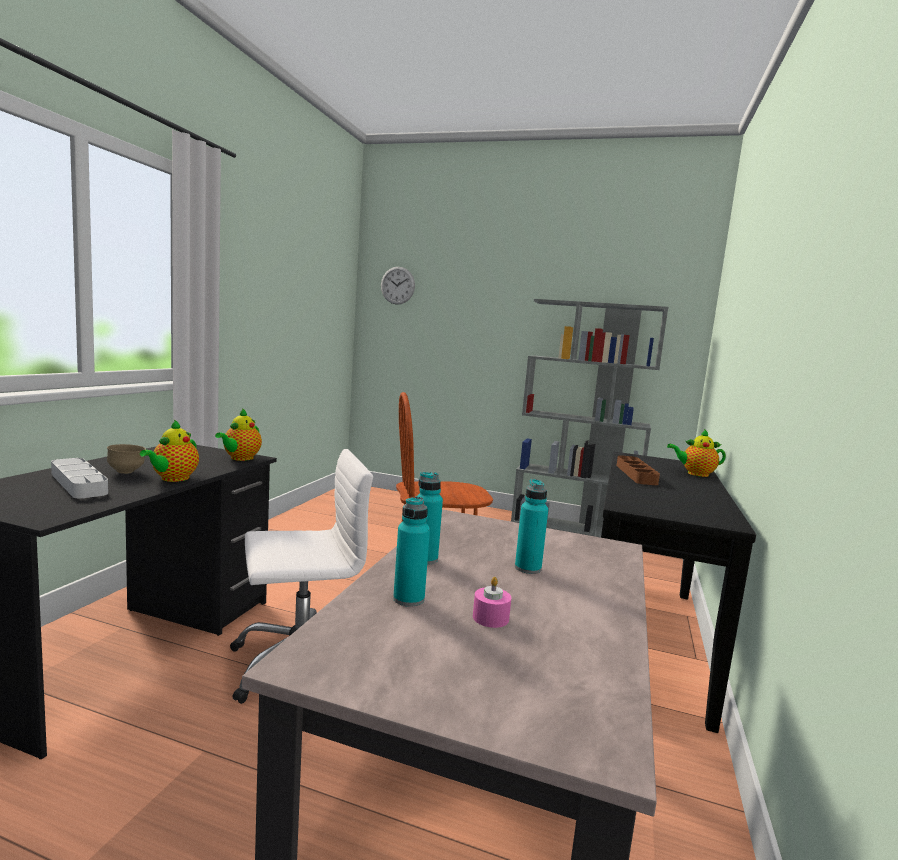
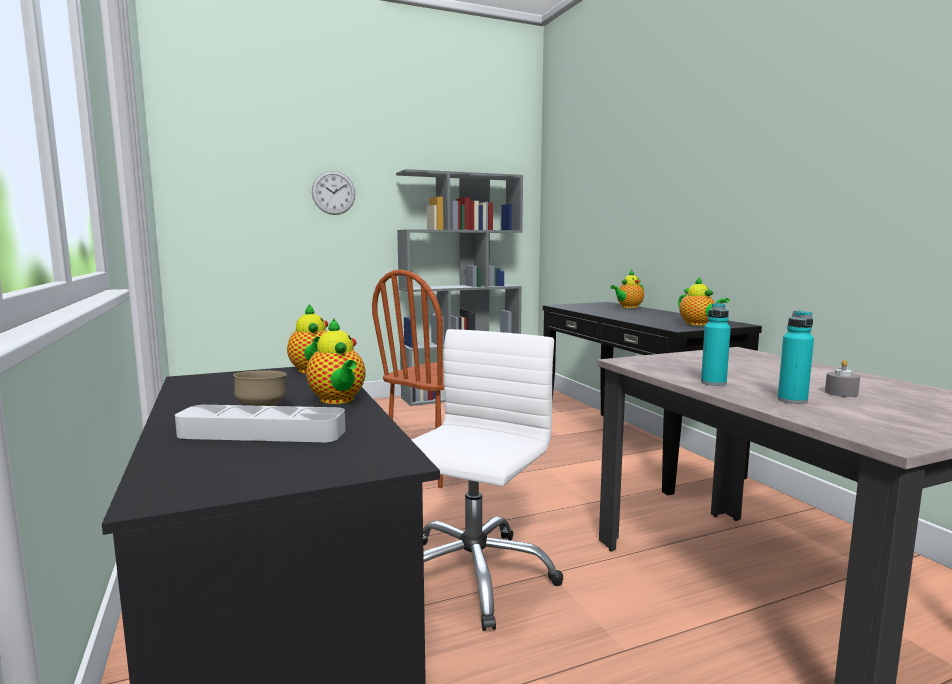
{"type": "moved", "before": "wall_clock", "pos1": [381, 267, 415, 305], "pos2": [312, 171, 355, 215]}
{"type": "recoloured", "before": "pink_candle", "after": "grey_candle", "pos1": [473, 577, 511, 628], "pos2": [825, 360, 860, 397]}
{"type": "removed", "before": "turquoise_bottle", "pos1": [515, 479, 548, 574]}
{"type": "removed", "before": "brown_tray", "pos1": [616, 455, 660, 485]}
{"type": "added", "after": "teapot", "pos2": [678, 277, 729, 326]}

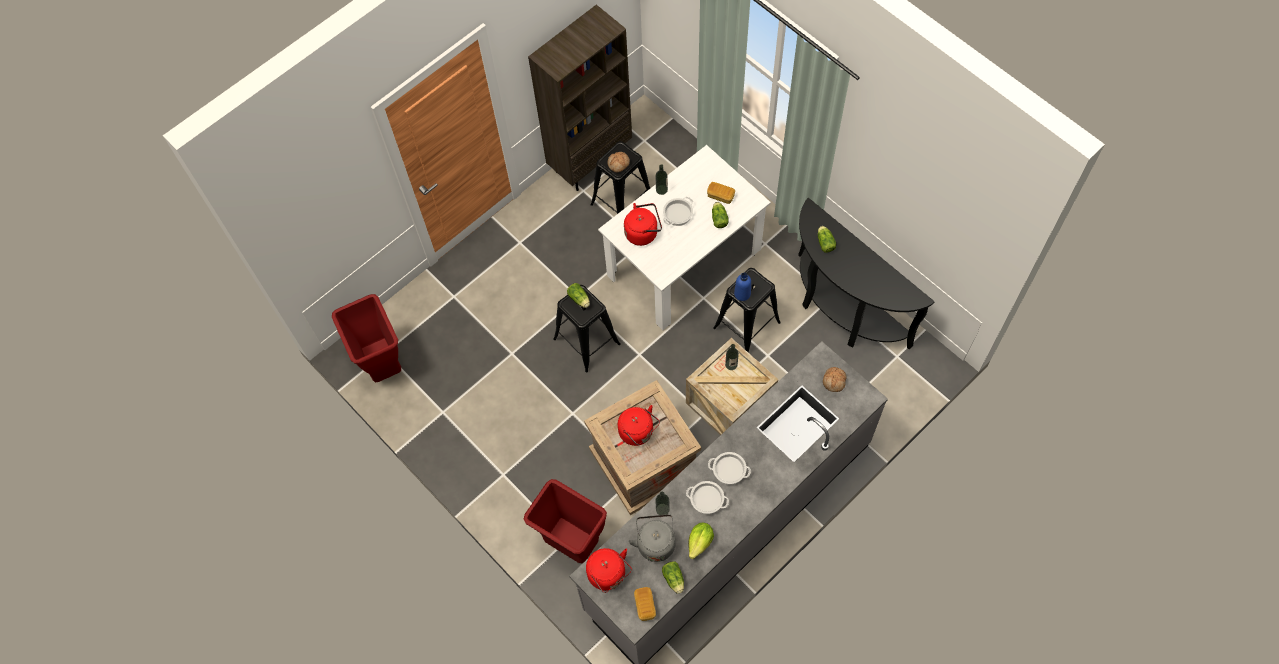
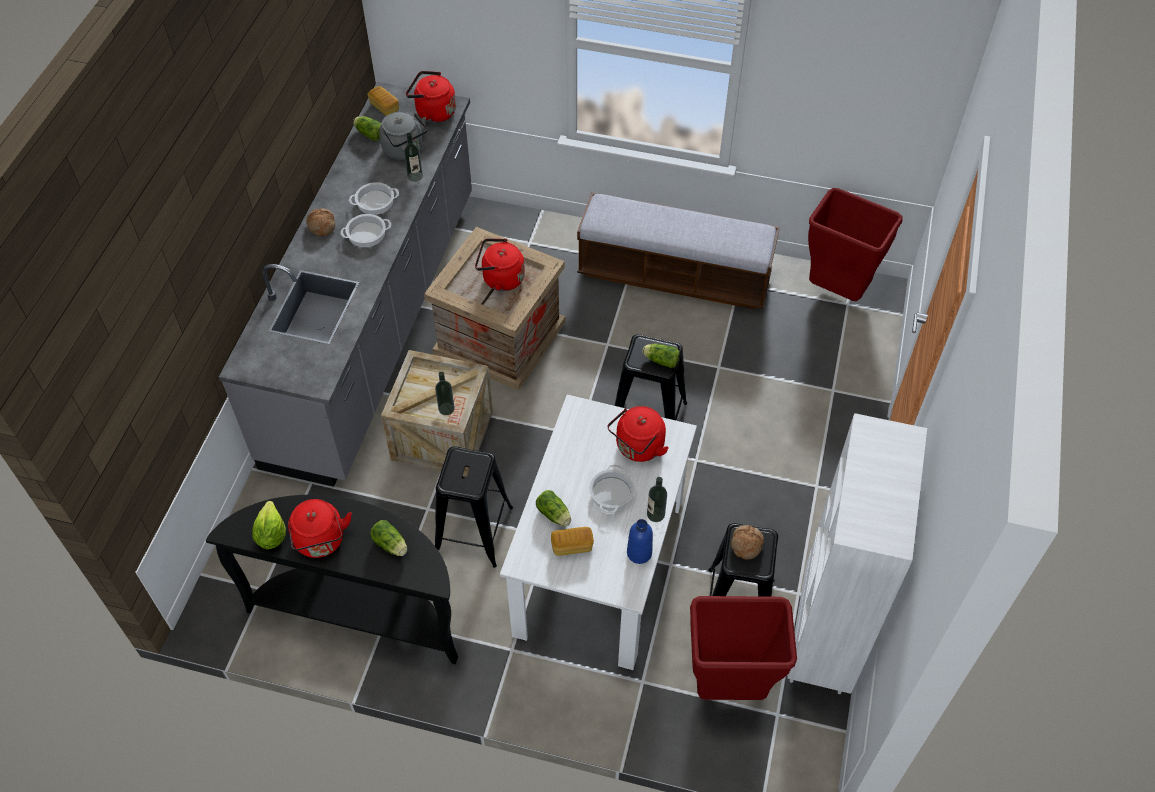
{"type": "moved", "before": "red_trash_can", "pos1": [524, 479, 607, 563], "pos2": [690, 596, 797, 700]}
{"type": "recoloured", "before": "brown_bookcase", "after": "white_bookcase", "pos1": [528, 5, 632, 191], "pos2": [787, 413, 927, 694]}
{"type": "moved", "before": "lettuce", "pos1": [688, 523, 714, 559], "pos2": [252, 501, 286, 549]}
{"type": "moved", "before": "blue_bottle", "pos1": [734, 273, 751, 301], "pos2": [627, 519, 653, 564]}
{"type": "moved", "before": "bread", "pos1": [823, 367, 847, 392], "pos2": [306, 208, 335, 236]}
{"type": "added", "after": "red_kettle", "pos2": [288, 499, 352, 558]}
{"type": "added", "after": "bench", "pos2": [577, 192, 780, 309]}

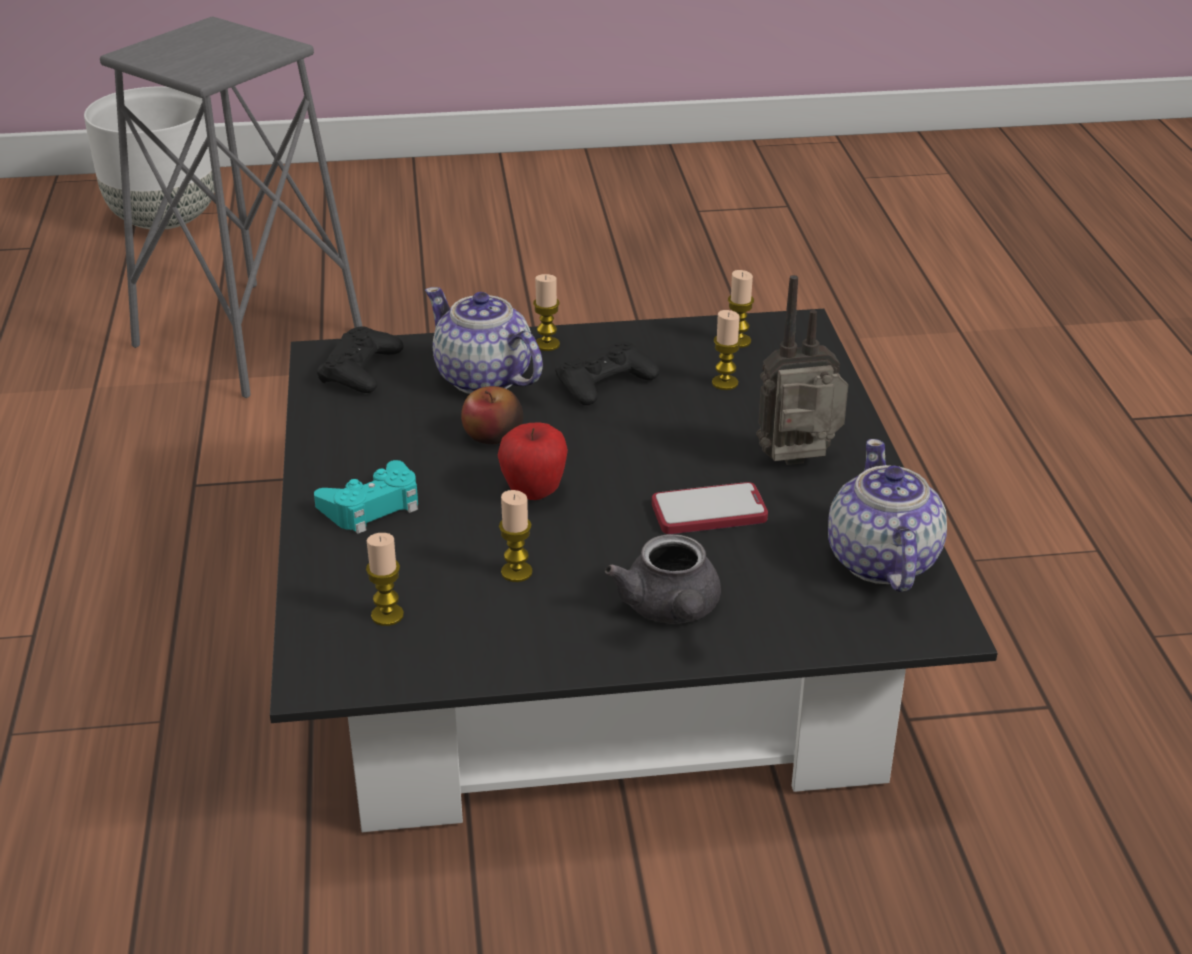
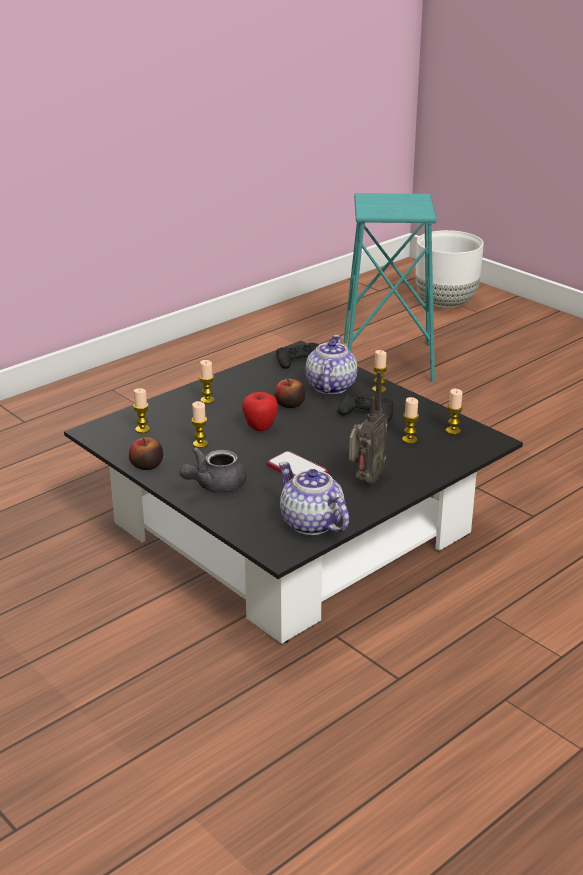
{"type": "recoloured", "before": "grey_stool", "after": "turquoise_stool", "pos1": [100, 16, 362, 398], "pos2": [344, 193, 437, 382]}
{"type": "replaced", "before": "turquoise_game_controller", "after": "candle", "pos1": [314, 460, 418, 534], "pos2": [199, 360, 215, 404]}
{"type": "turned", "before": "radio", "pos1": [756, 275, 848, 465], "pos2": [349, 371, 388, 484], "turn": 75}
{"type": "turned", "before": "teapot", "pos1": [828, 439, 947, 592], "pos2": [279, 462, 349, 535], "turn": -90}
{"type": "added", "after": "apple", "pos2": [129, 437, 163, 470]}

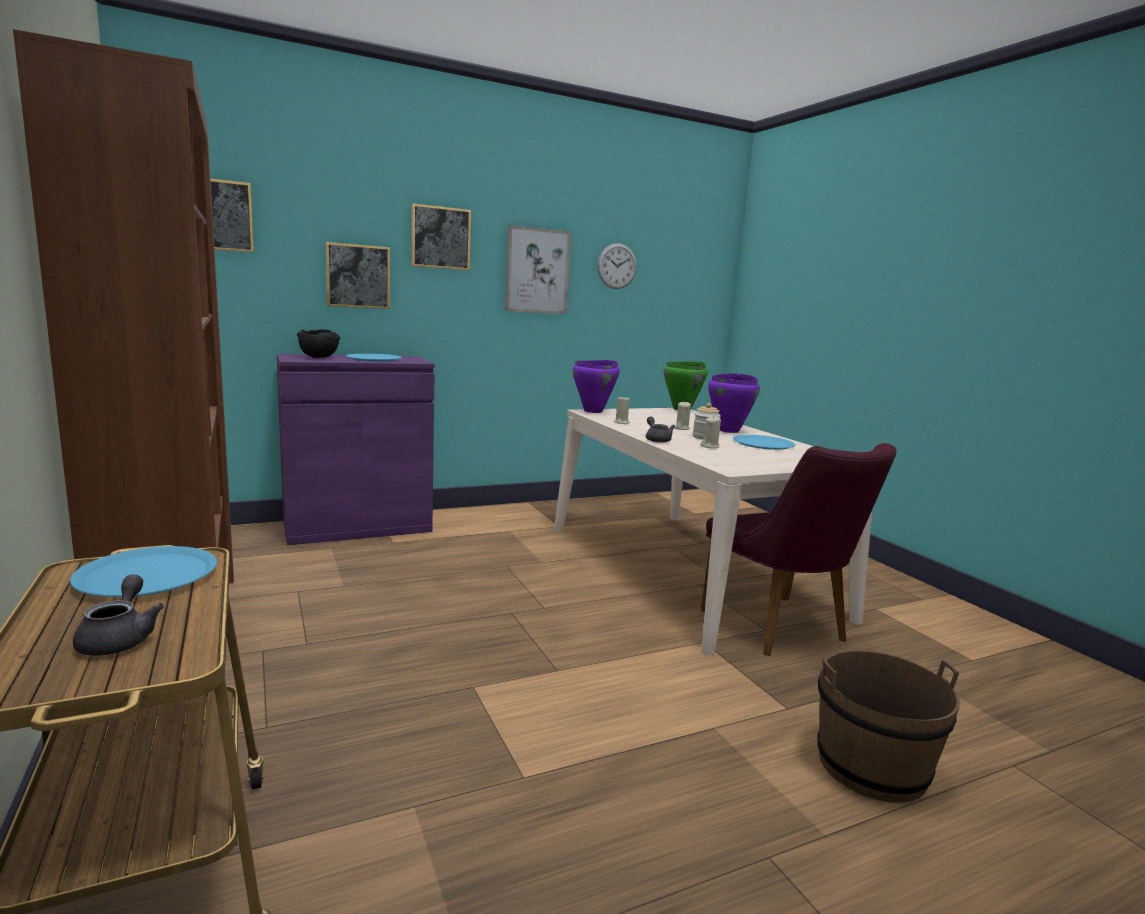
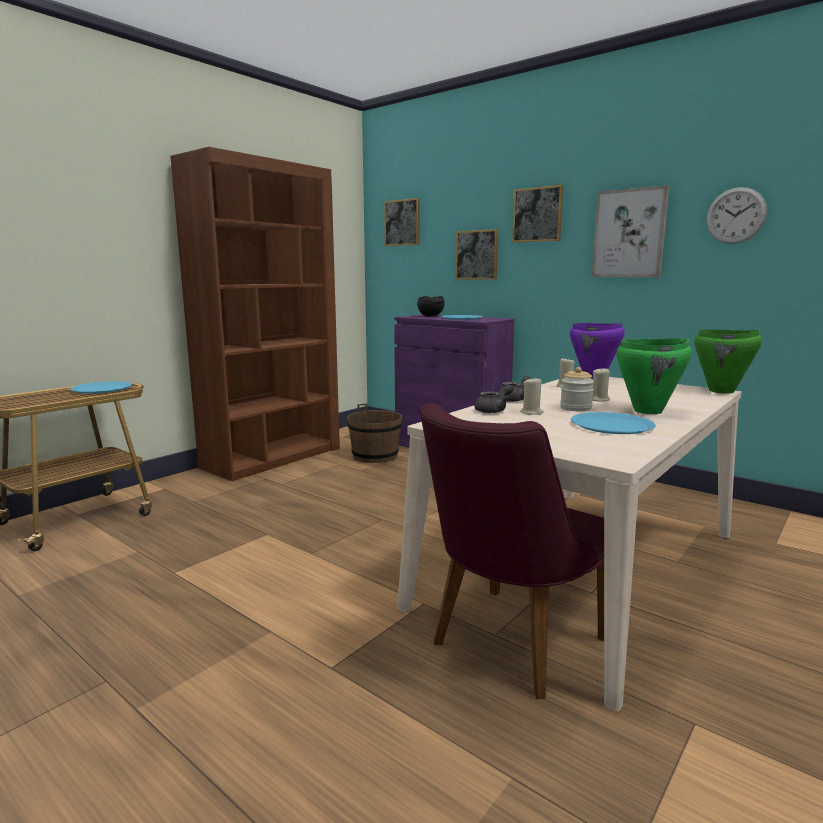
{"type": "moved", "before": "grey_teapot", "pos1": [73, 574, 164, 656], "pos2": [475, 384, 514, 413]}
{"type": "recoloured", "before": "purple_cooking_pot", "after": "green_cooking_pot", "pos1": [708, 373, 760, 433], "pos2": [616, 338, 691, 414]}
{"type": "moved", "before": "brown_bucket", "pos1": [817, 649, 960, 803], "pos2": [347, 403, 402, 463]}

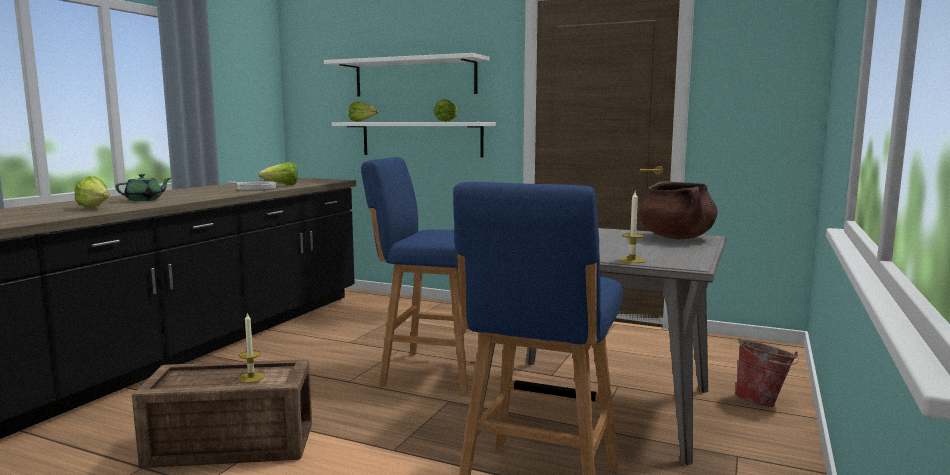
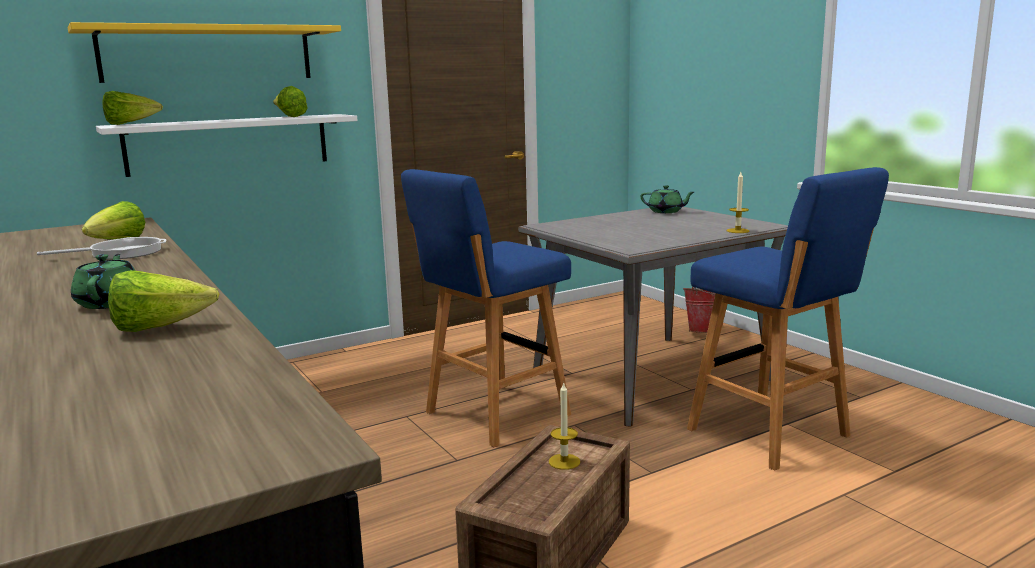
{"type": "recoloured", "before": "white_shelf", "after": "yellow_shelf", "pos1": [324, 53, 490, 96], "pos2": [68, 22, 341, 83]}
{"type": "replaced", "before": "brown_cooking_pot", "after": "green_teapot", "pos1": [640, 181, 718, 239], "pos2": [640, 185, 694, 213]}

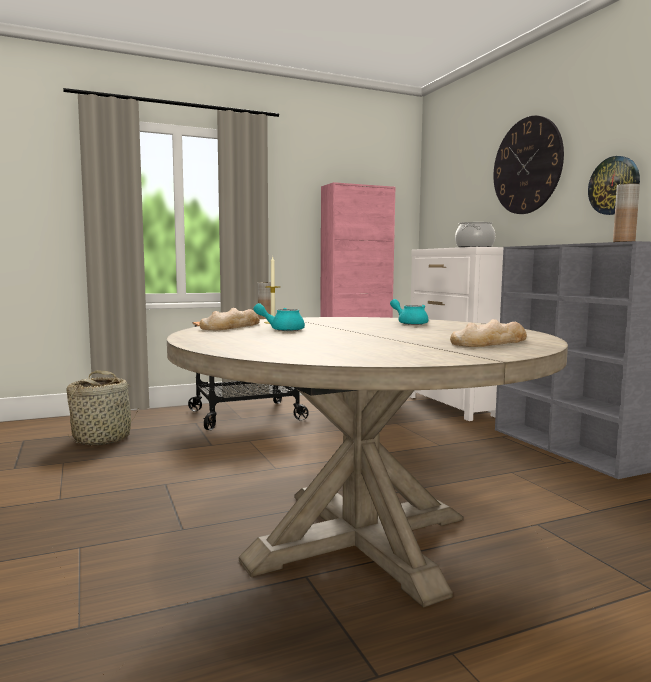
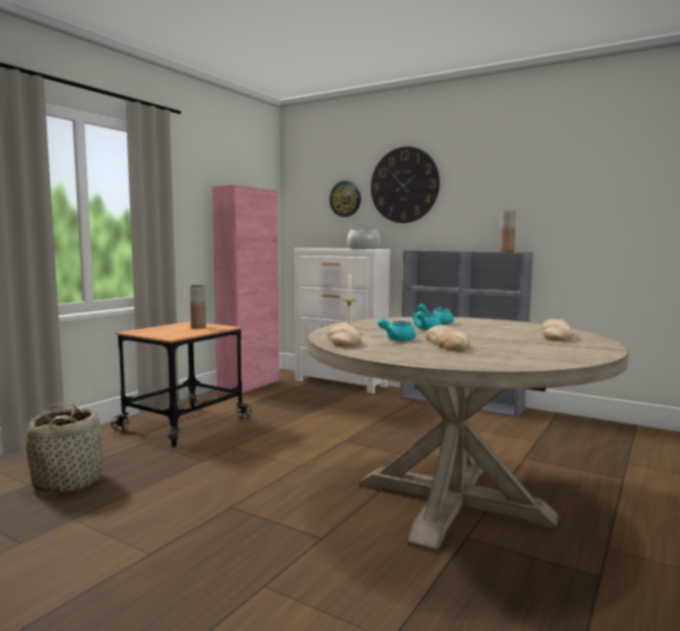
{"type": "moved", "before": "wall_clock", "pos1": [588, 156, 640, 215], "pos2": [329, 181, 361, 217]}
{"type": "added", "after": "turquoise_teapot", "pos2": [411, 311, 442, 330]}
{"type": "added", "after": "bread", "pos2": [425, 325, 470, 351]}

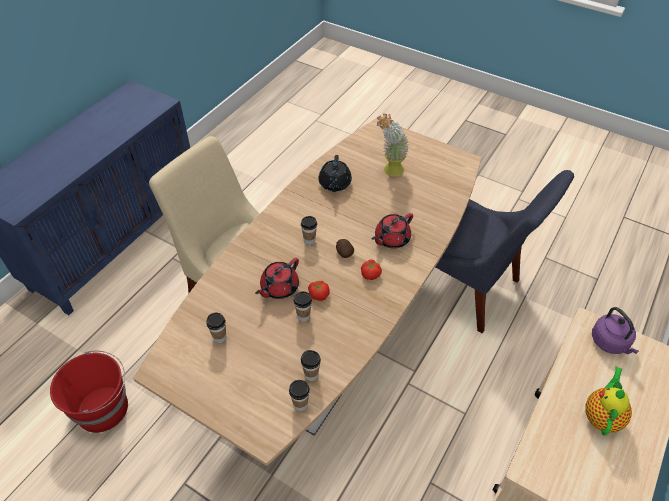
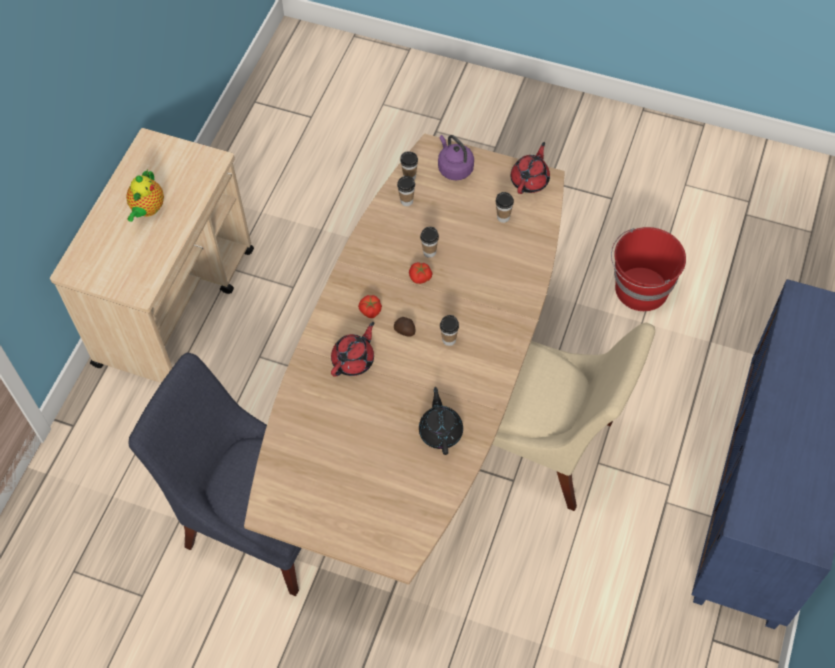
{"type": "moved", "before": "red_teapot", "pos1": [255, 258, 299, 299], "pos2": [511, 142, 550, 194]}
{"type": "removed", "before": "potted_plant", "pos1": [377, 113, 409, 176]}
{"type": "moved", "before": "purple_kettle", "pos1": [592, 307, 639, 354], "pos2": [438, 135, 474, 181]}

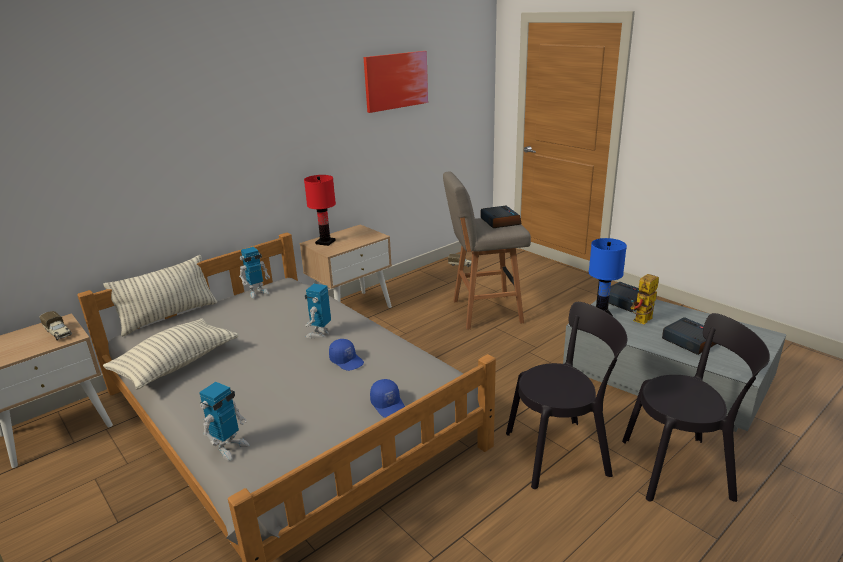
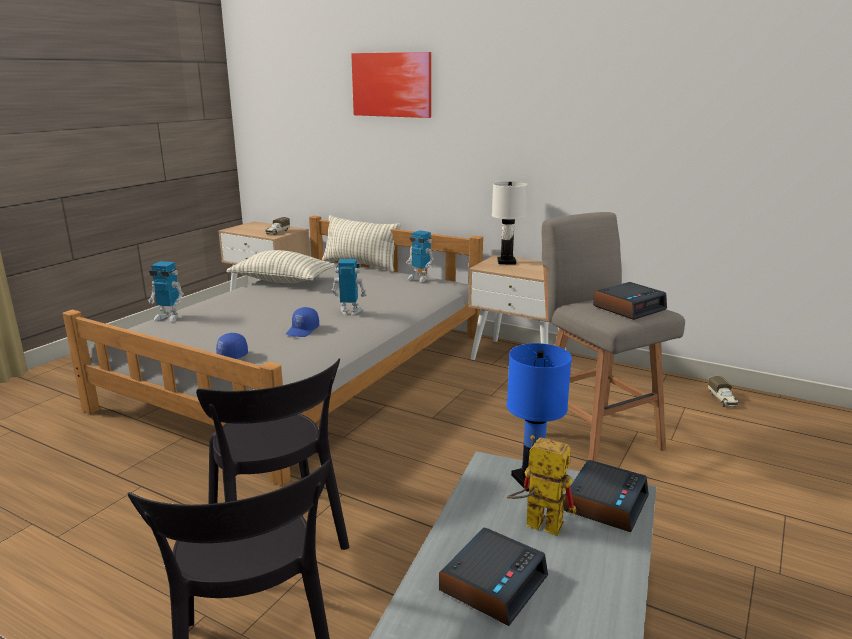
{"type": "recoloured", "before": "red_table_lamp", "after": "white_table_lamp", "pos1": [304, 175, 336, 246], "pos2": [492, 181, 527, 264]}
{"type": "moved", "before": "picture", "pos1": [364, 51, 428, 113], "pos2": [351, 52, 431, 118]}

